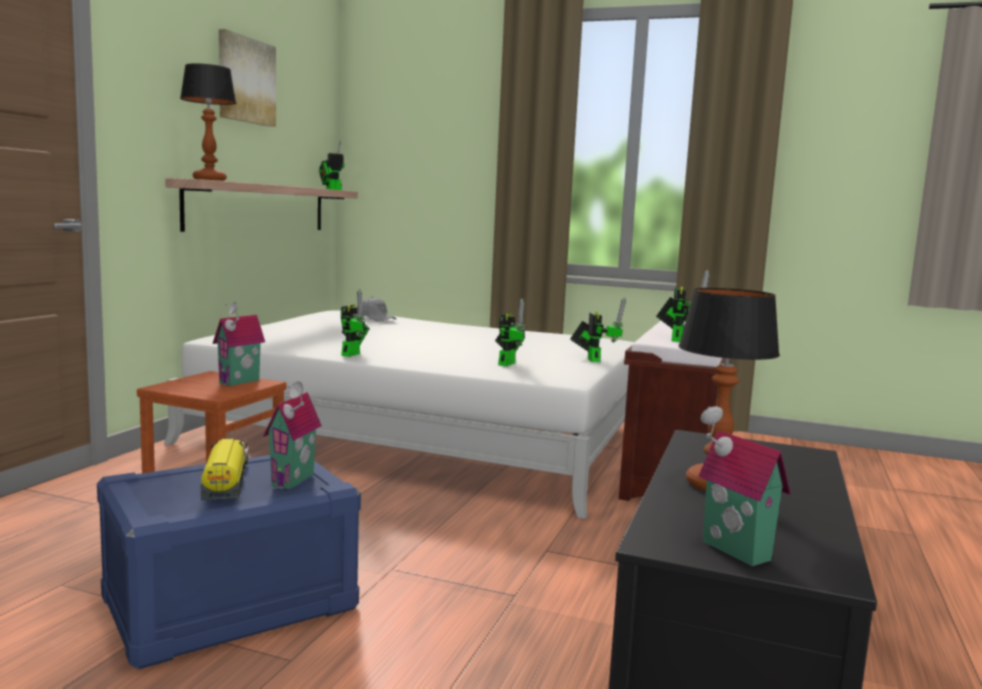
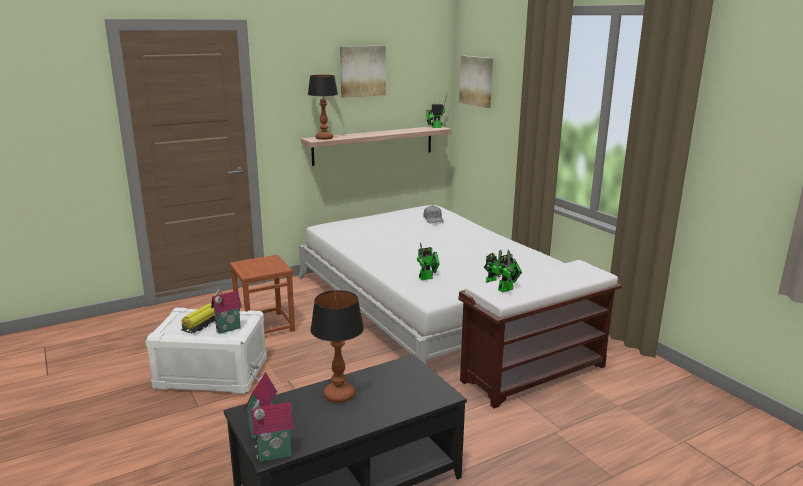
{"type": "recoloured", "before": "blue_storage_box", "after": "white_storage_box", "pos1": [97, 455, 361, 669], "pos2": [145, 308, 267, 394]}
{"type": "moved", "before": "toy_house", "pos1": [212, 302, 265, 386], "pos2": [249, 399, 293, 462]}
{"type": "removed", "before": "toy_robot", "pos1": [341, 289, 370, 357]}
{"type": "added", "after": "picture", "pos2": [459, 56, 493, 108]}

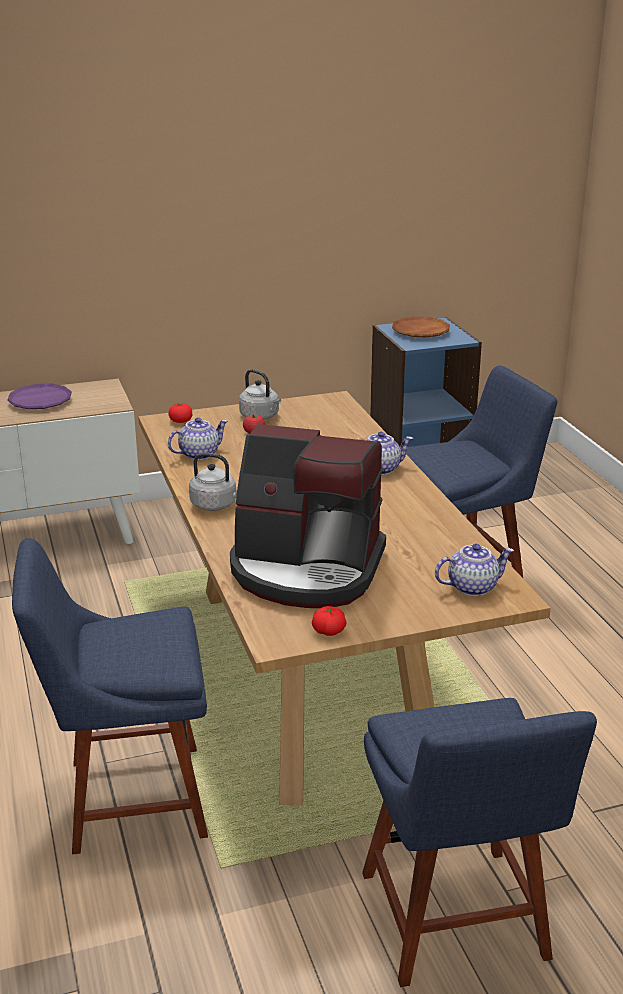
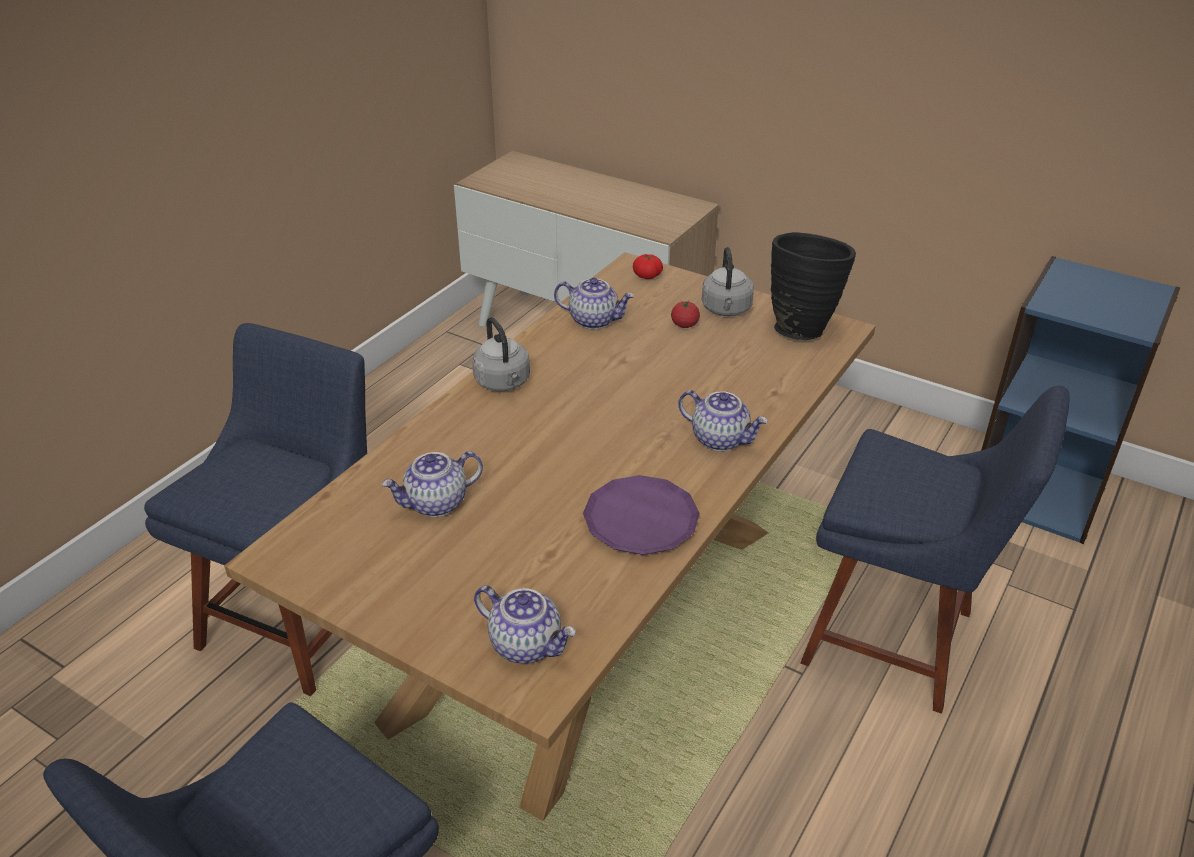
{"type": "moved", "before": "purple_plate", "pos1": [7, 383, 72, 409], "pos2": [583, 475, 700, 555]}
{"type": "turned", "before": "blue_chair", "pos1": [12, 538, 208, 855], "pos2": [144, 323, 367, 696], "turn": 75}
{"type": "replaced", "before": "coffee_machine", "after": "teapot", "pos1": [230, 424, 386, 608], "pos2": [382, 451, 483, 517]}
{"type": "removed", "before": "tomato", "pos1": [312, 606, 346, 636]}
{"type": "removed", "before": "brown_plate", "pos1": [392, 316, 450, 338]}
{"type": "added", "after": "black_vase", "pos2": [771, 232, 856, 340]}

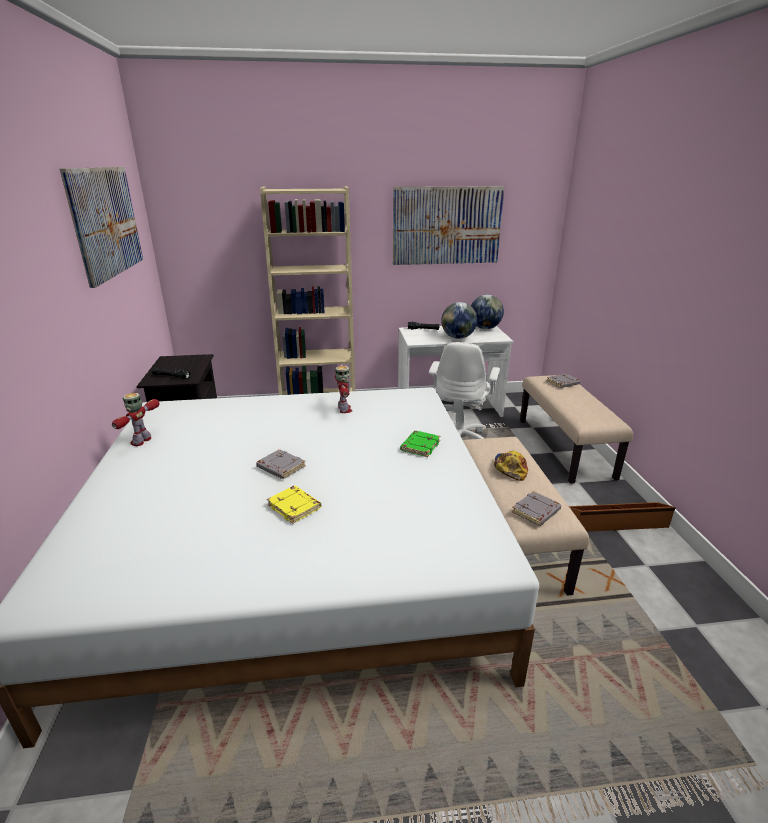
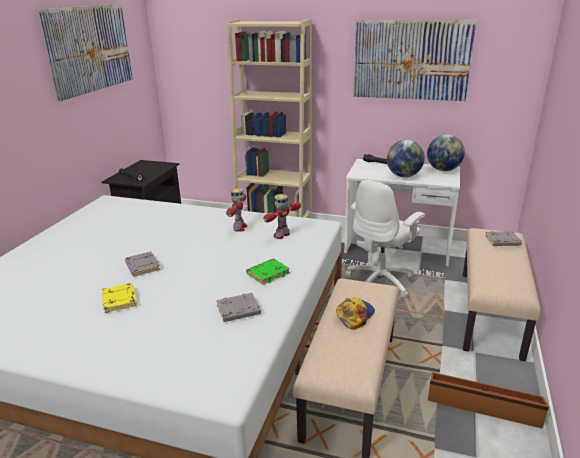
{"type": "moved", "before": "toy_robot", "pos1": [112, 393, 160, 446], "pos2": [263, 194, 301, 239]}
{"type": "moved", "before": "grey_book", "pos1": [512, 491, 561, 526], "pos2": [216, 293, 261, 322]}

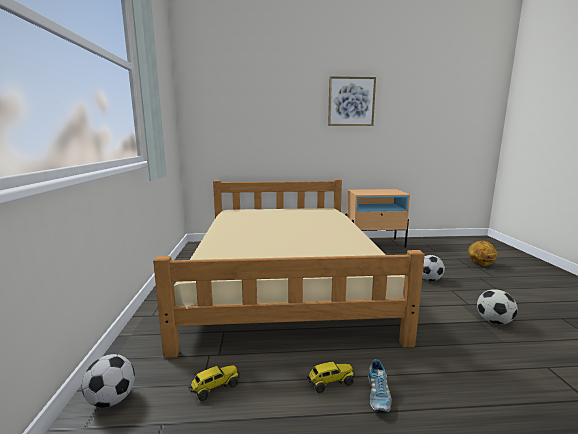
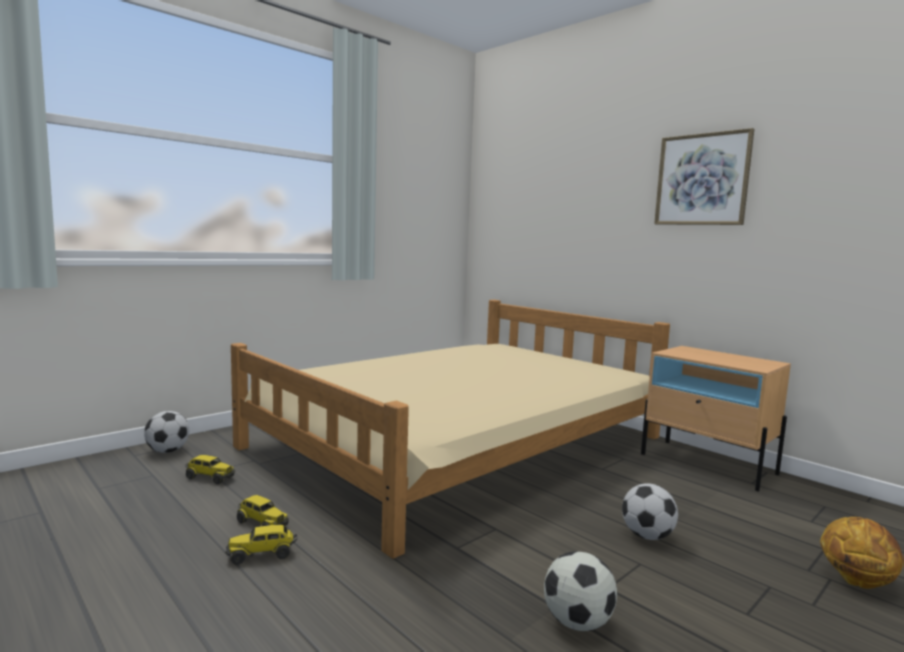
{"type": "replaced", "before": "shoe", "after": "toy_truck", "pos1": [368, 359, 392, 413], "pos2": [225, 525, 297, 565]}

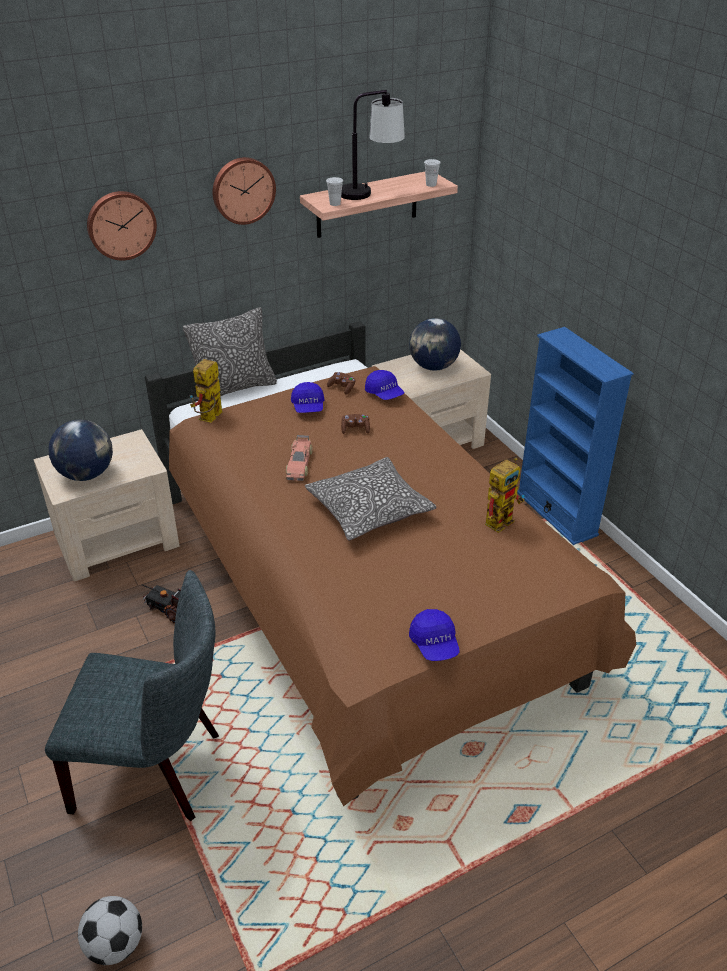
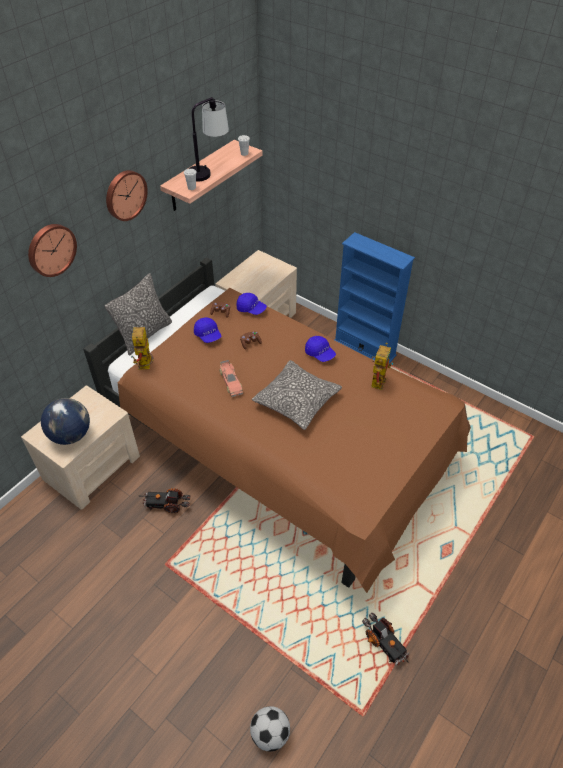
{"type": "removed", "before": "grey_chair", "pos1": [45, 570, 219, 821]}
{"type": "removed", "before": "globe", "pos1": [409, 318, 461, 371]}
{"type": "moved", "before": "blue_cap", "pos1": [409, 609, 460, 661], "pos2": [305, 336, 336, 362]}
{"type": "added", "after": "toy_truck", "pos2": [362, 613, 409, 666]}

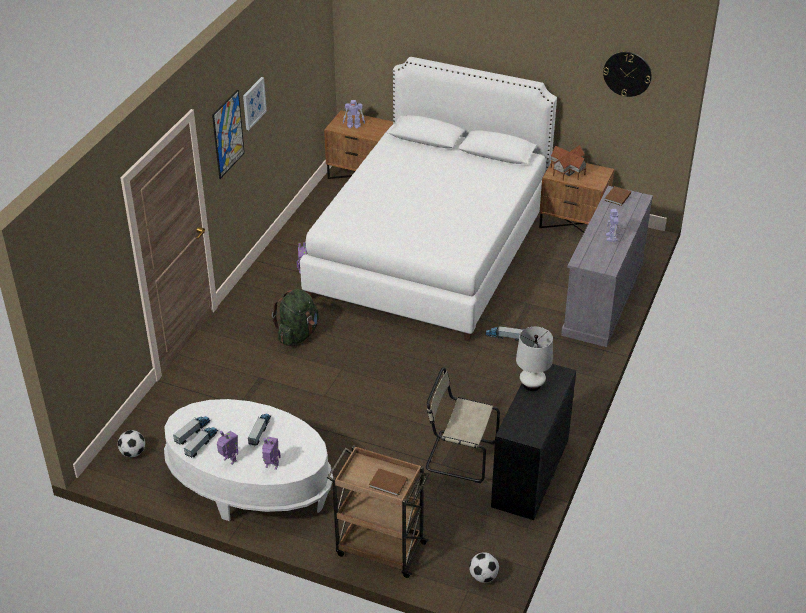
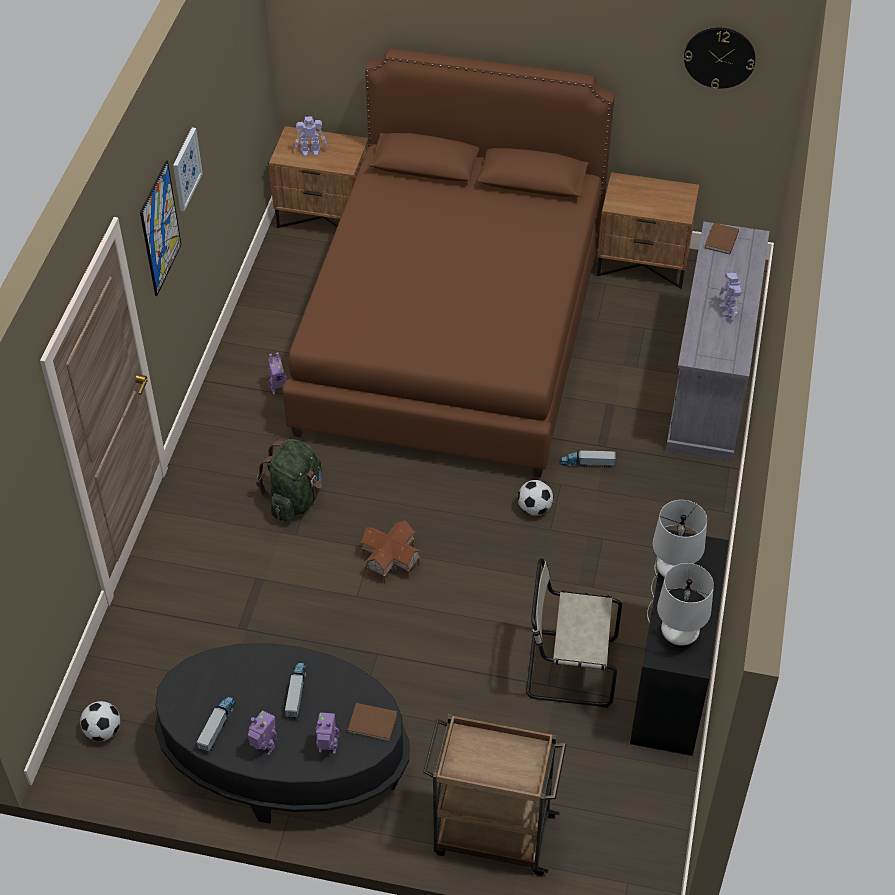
{"type": "recoloured", "before": "white_coffee_table", "after": "black_coffee_table", "pos1": [164, 399, 333, 521], "pos2": [155, 643, 410, 824]}
{"type": "removed", "before": "toy_truck", "pos1": [173, 416, 211, 445]}
{"type": "recoloured", "before": "white_bed", "after": "brown_bed", "pos1": [300, 57, 557, 341], "pos2": [282, 48, 615, 478]}
{"type": "moved", "before": "brown_book", "pos1": [369, 469, 407, 496], "pos2": [348, 703, 397, 741]}
{"type": "moved", "before": "football", "pos1": [469, 552, 499, 583], "pos2": [518, 480, 553, 515]}
{"type": "moved", "before": "toy_house", "pos1": [550, 145, 587, 180], "pos2": [360, 520, 421, 584]}
{"type": "added", "after": "white_table_lamp", "pos2": [657, 563, 714, 648]}

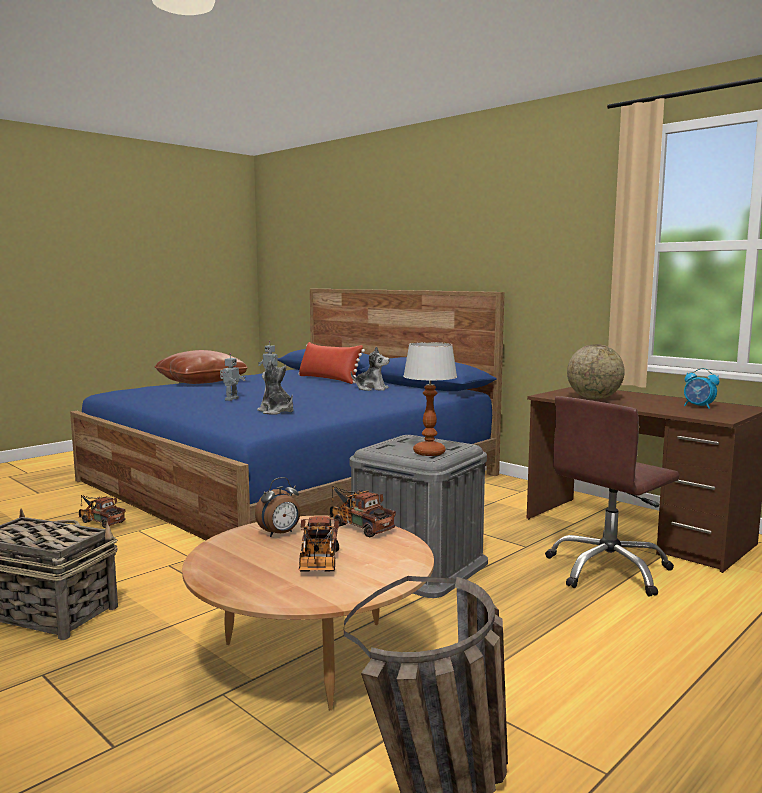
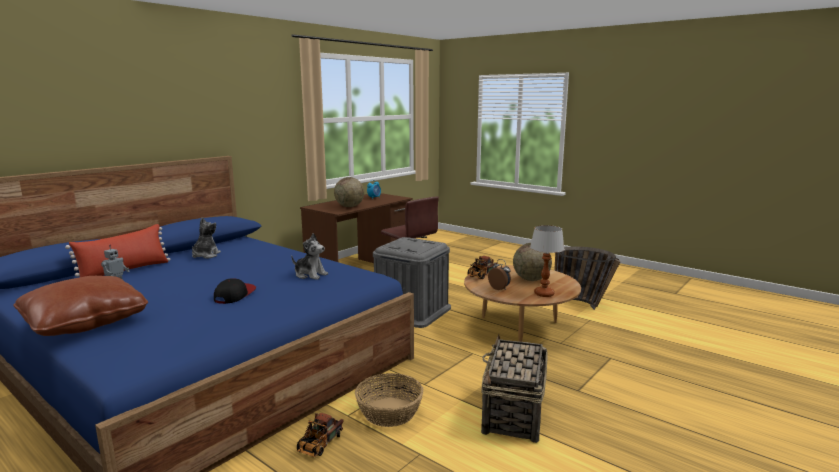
{"type": "replaced", "before": "toy_robot", "after": "cap", "pos1": [220, 353, 246, 401], "pos2": [214, 278, 256, 304]}
{"type": "turned", "before": "plush_toy", "pos1": [257, 361, 294, 415], "pos2": [291, 233, 328, 280], "turn": -105}
{"type": "replaced", "before": "toy_truck", "after": "globe", "pos1": [298, 516, 339, 572], "pos2": [513, 243, 552, 281]}
{"type": "moved", "before": "table_lamp", "pos1": [403, 342, 457, 456], "pos2": [530, 225, 565, 297]}
{"type": "added", "after": "basket", "pos2": [355, 373, 424, 427]}

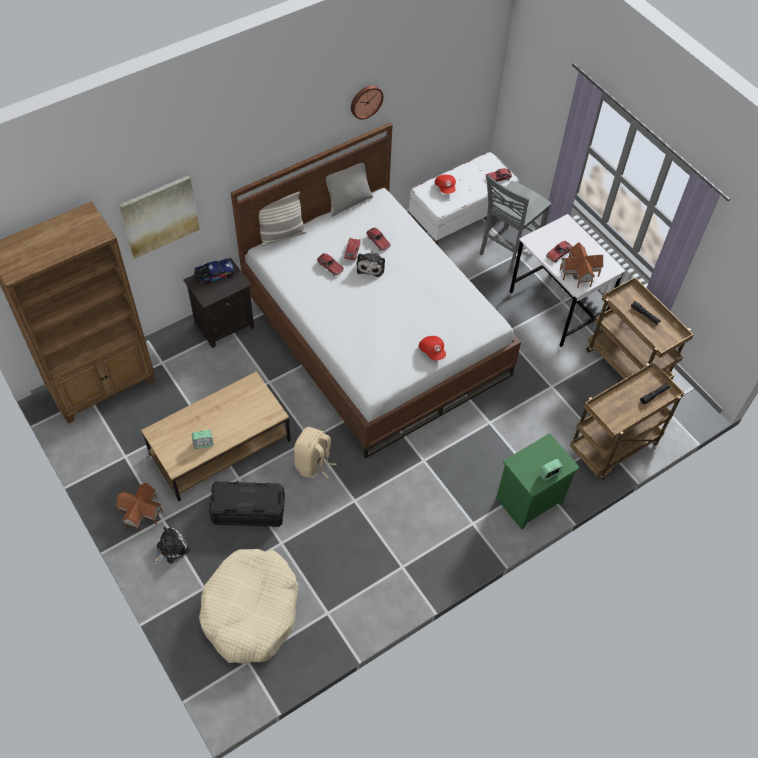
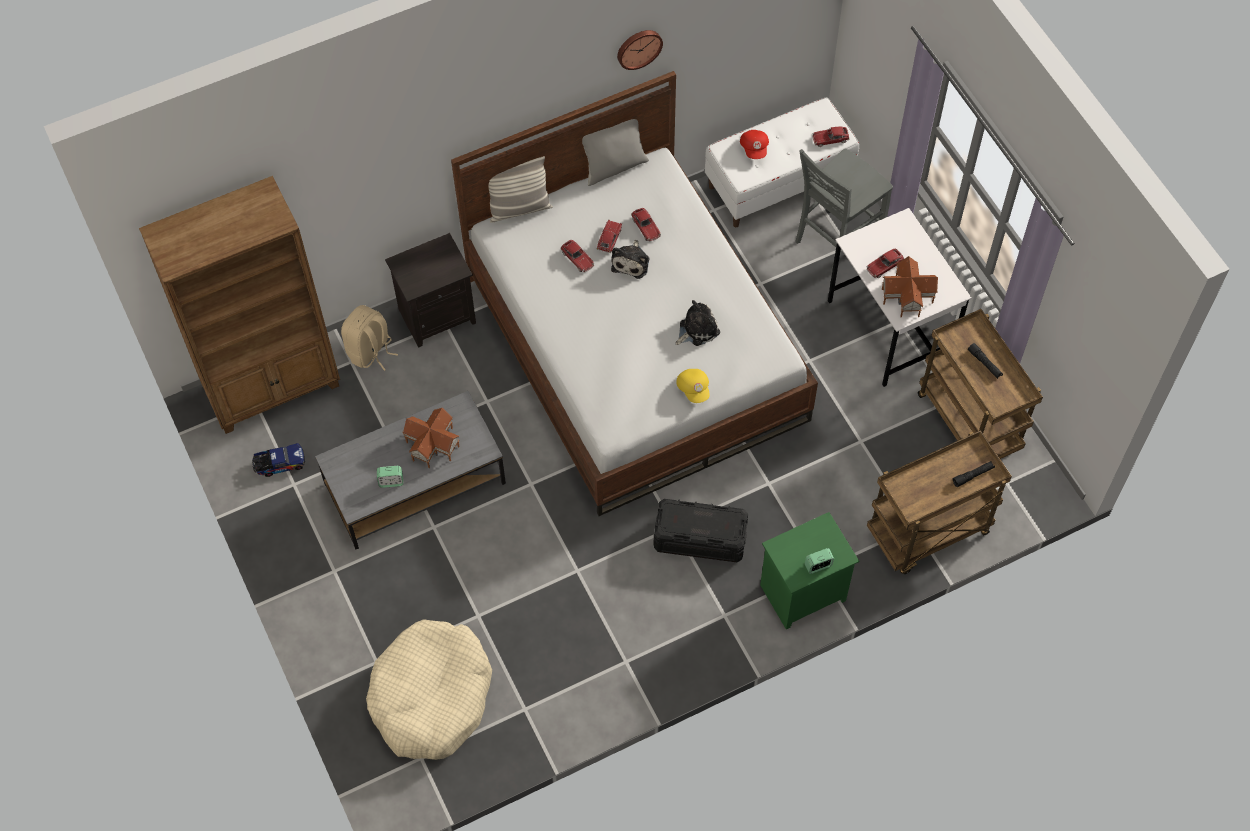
{"type": "moved", "before": "toy_house", "pos1": [115, 483, 163, 532], "pos2": [402, 408, 460, 468]}
{"type": "removed", "before": "picture", "pos1": [119, 175, 200, 258]}
{"type": "recoloured", "before": "brown_coffee_table", "after": "grey_coffee_table", "pos1": [141, 371, 291, 502], "pos2": [315, 391, 506, 549]}
{"type": "moved", "before": "plush_toy", "pos1": [153, 527, 190, 564], "pos2": [676, 300, 720, 346]}
{"type": "moved", "before": "toy_truck", "pos1": [194, 258, 234, 284], "pos2": [252, 443, 305, 477]}
{"type": "moved", "before": "black_storage_box", "pos1": [209, 481, 285, 527], "pos2": [654, 499, 748, 563]}
{"type": "moved", "before": "beige_backpack", "pos1": [294, 427, 337, 478], "pos2": [341, 305, 398, 371]}
{"type": "recoloured", "before": "red_cap", "after": "yellow_cap", "pos1": [419, 336, 446, 360], "pos2": [676, 369, 710, 403]}

